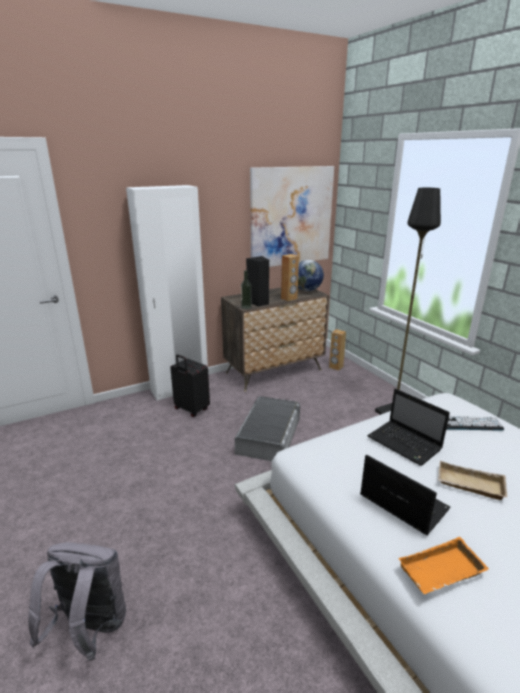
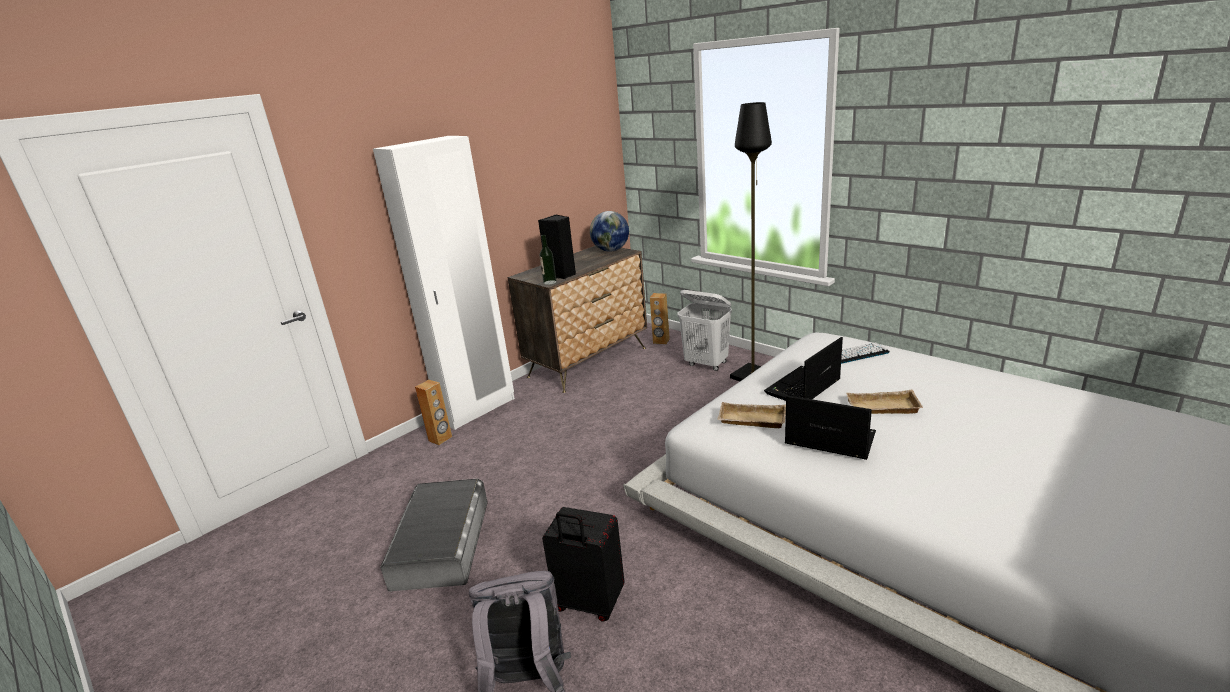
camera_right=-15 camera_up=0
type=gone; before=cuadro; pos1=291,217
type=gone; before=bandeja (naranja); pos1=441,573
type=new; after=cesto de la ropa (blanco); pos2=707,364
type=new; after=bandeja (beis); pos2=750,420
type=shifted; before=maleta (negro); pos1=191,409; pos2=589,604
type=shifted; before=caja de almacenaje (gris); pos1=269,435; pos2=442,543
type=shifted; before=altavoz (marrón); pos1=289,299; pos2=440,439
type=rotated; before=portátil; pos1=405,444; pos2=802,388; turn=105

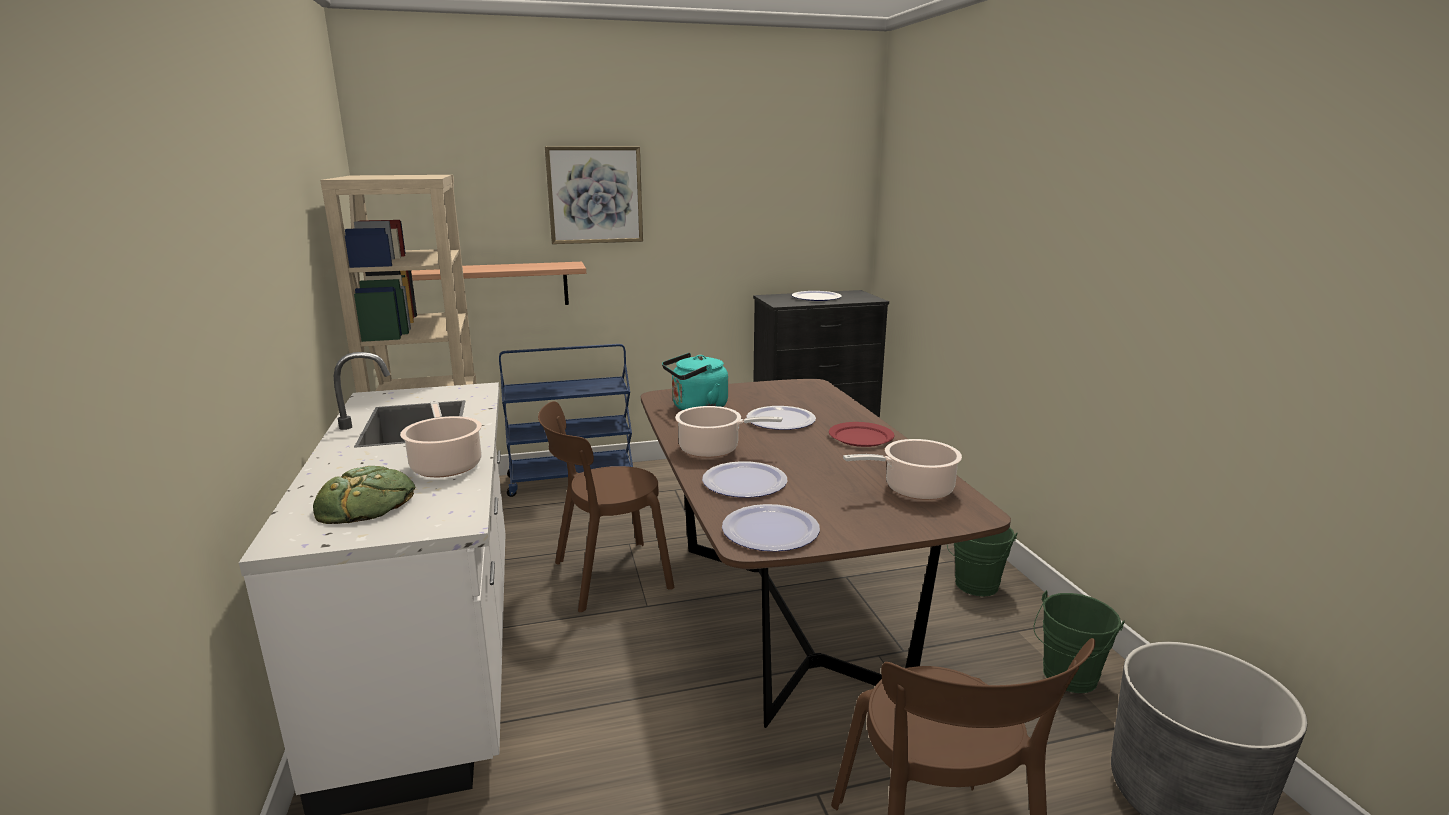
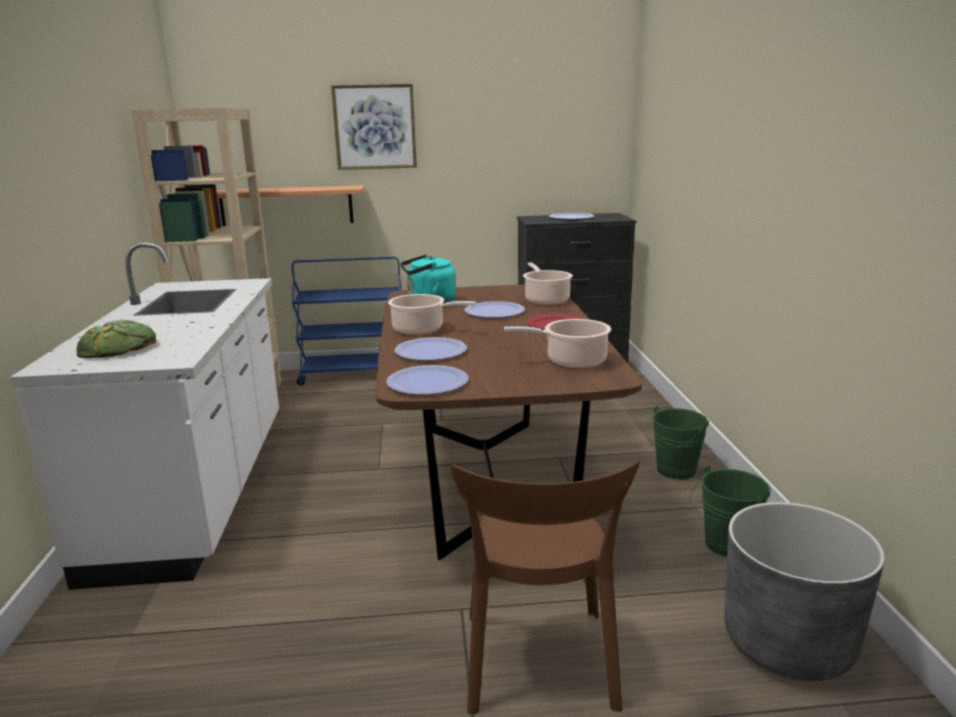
camera_right=10 camera_up=0
type=gone; before=silla (marrón); pos1=606,576
type=shifted; before=olla; pos1=446,465; pos2=546,300

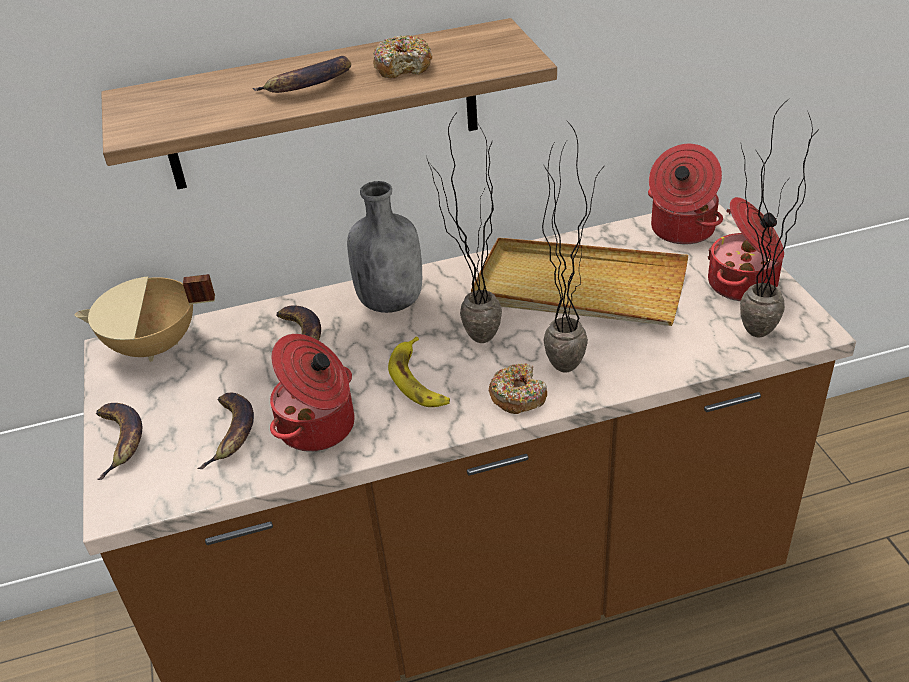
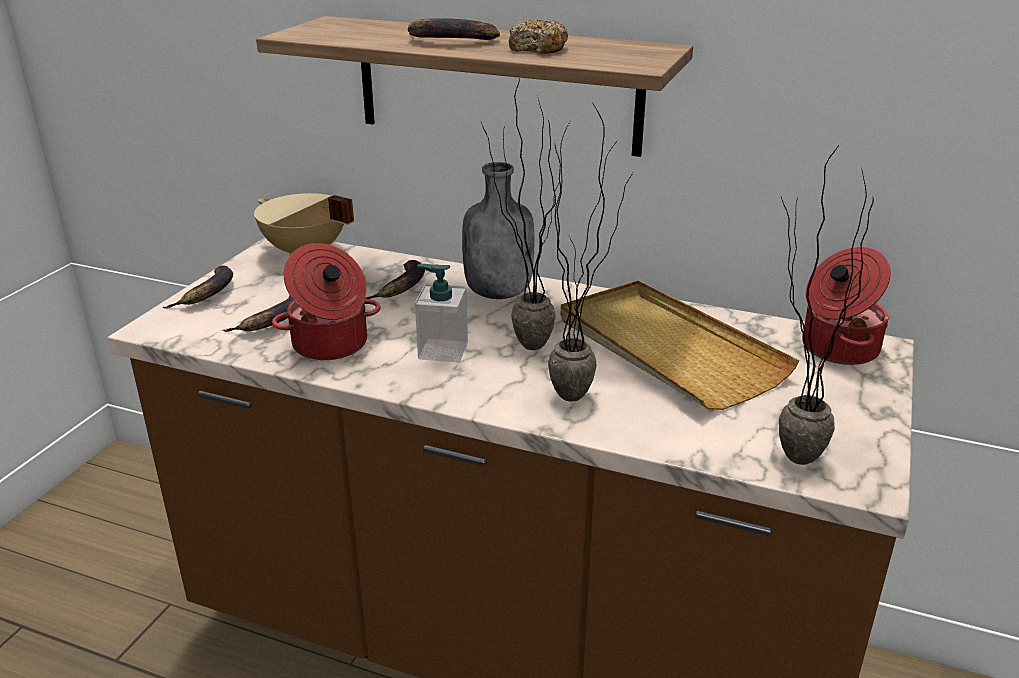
camera_right=35 camera_up=-10
type=gone; before=rosquilla; pos1=518,396
type=gone; before=olla; pos1=744,284
type=swapped; before=plátano; after=dispensador de jabón; pos1=419,380; pos2=442,350

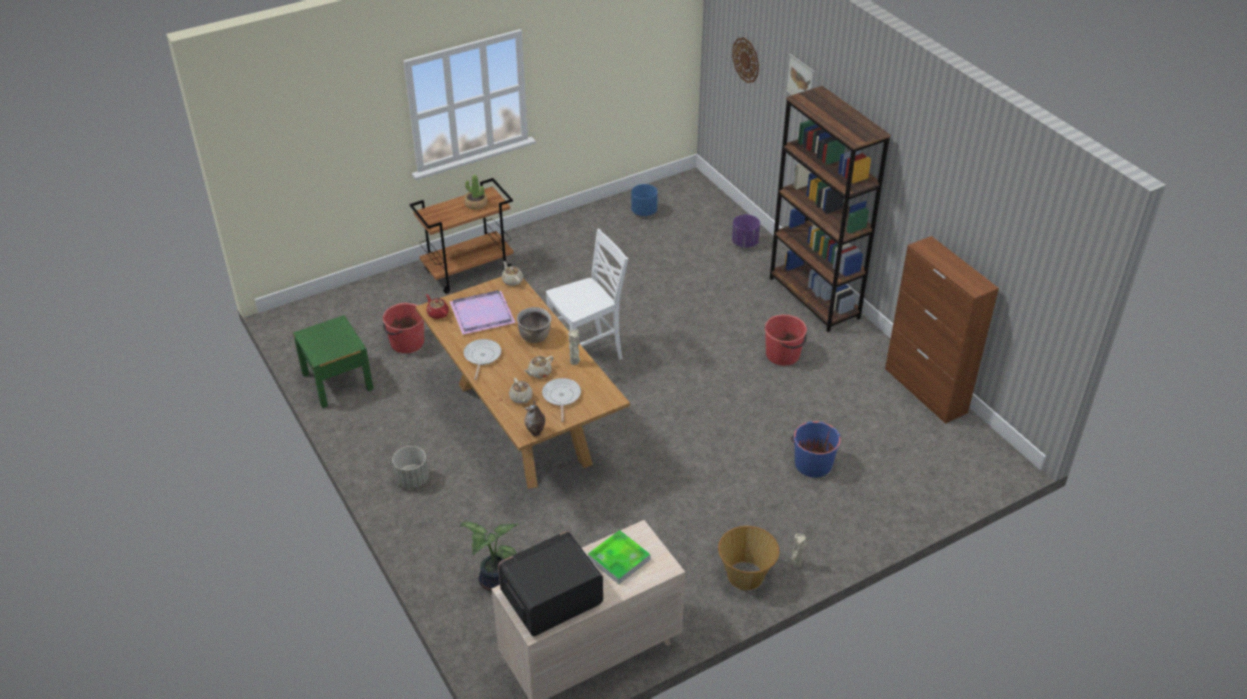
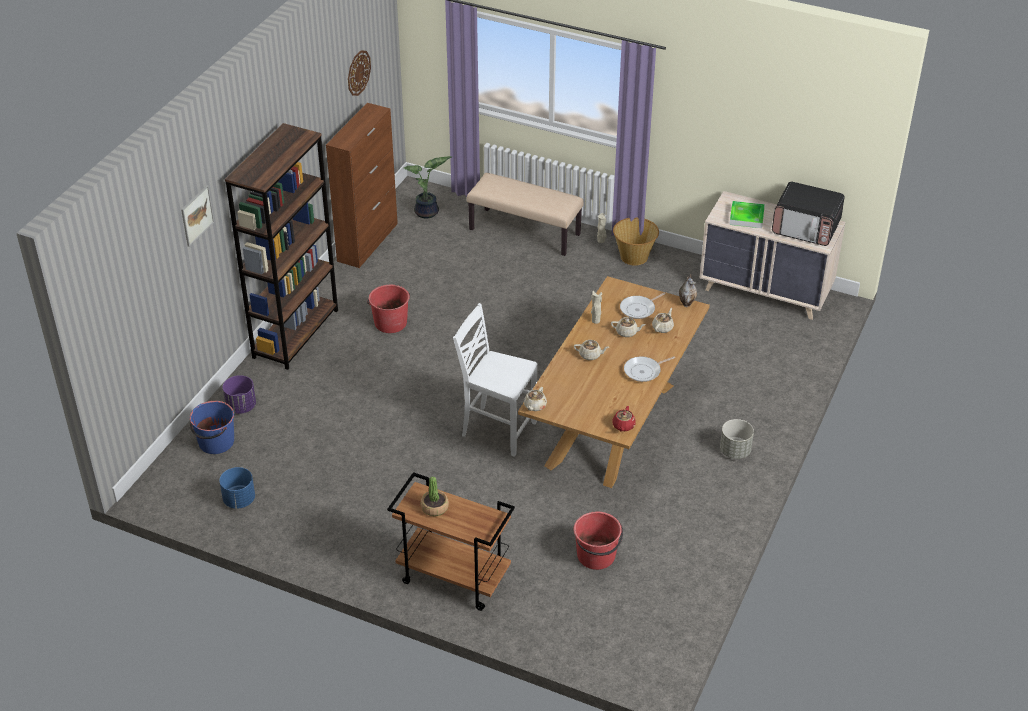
camera_right=-125 camera_up=0
type=gone; before=mesita de noche (verde); pos1=337,381
type=gone; before=bandeja (morado); pos1=483,313
type=new; after=banco (beis); pos2=525,232
type=shifted; before=planta en maceta; pos1=493,581; pos2=428,213
type=shifted; before=reloj de pared; pos1=746,60; pos2=358,72
type=shifted; before=cubo (azul); pos1=813,464; pos2=216,442
type=swapped; before=olla (marrón); after=tetera (beis); pos1=535,337; pos2=590,355

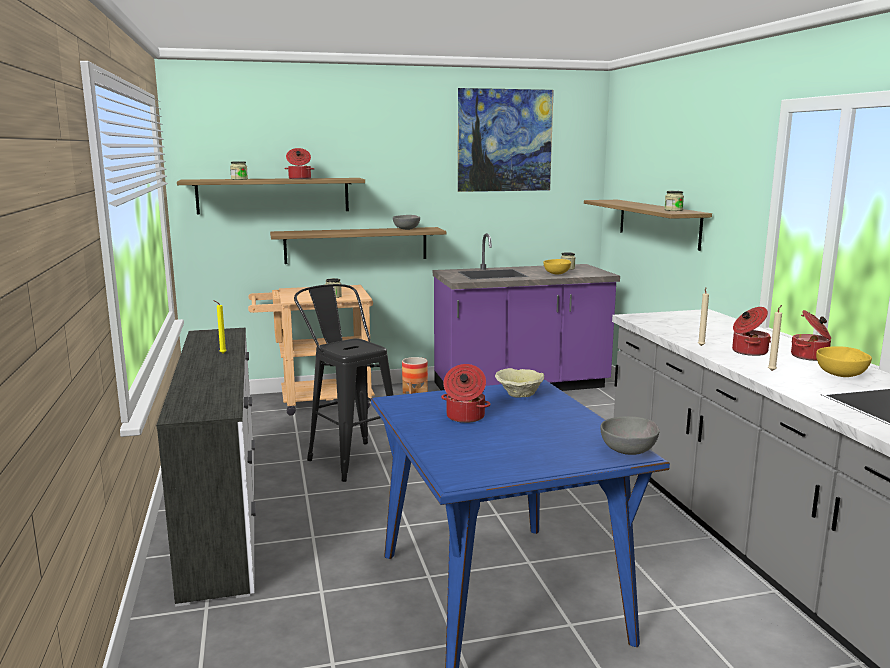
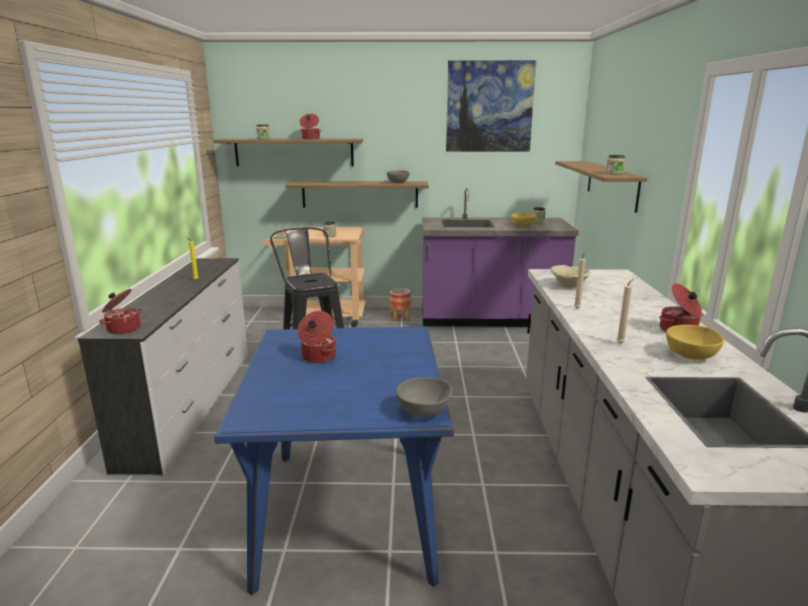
camera_right=15 camera_up=5
type=shifted; before=cuenco (beis); pos1=519,394; pos2=568,285
type=shifted; before=olla; pos1=748,351; pos2=123,329

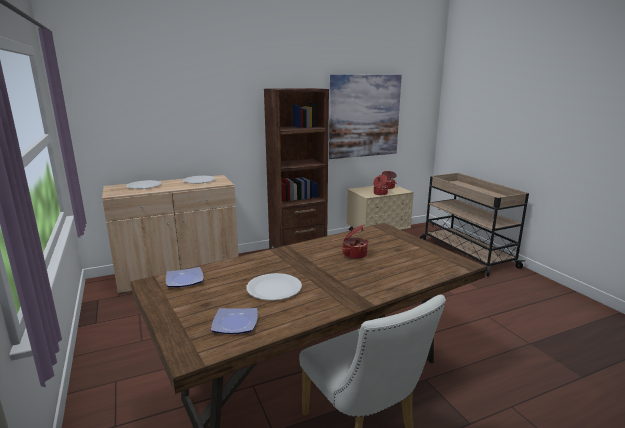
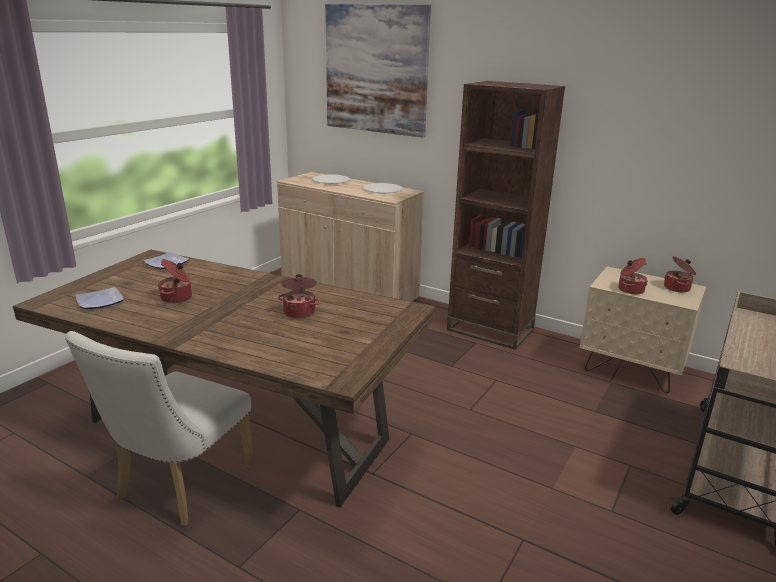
camera_right=55 camera_up=5
type=shifted; before=cuadro; pos1=364,116; pos2=376,70
type=swapped; before=plato (blanco); after=olla; pos1=274,288; pos2=177,298

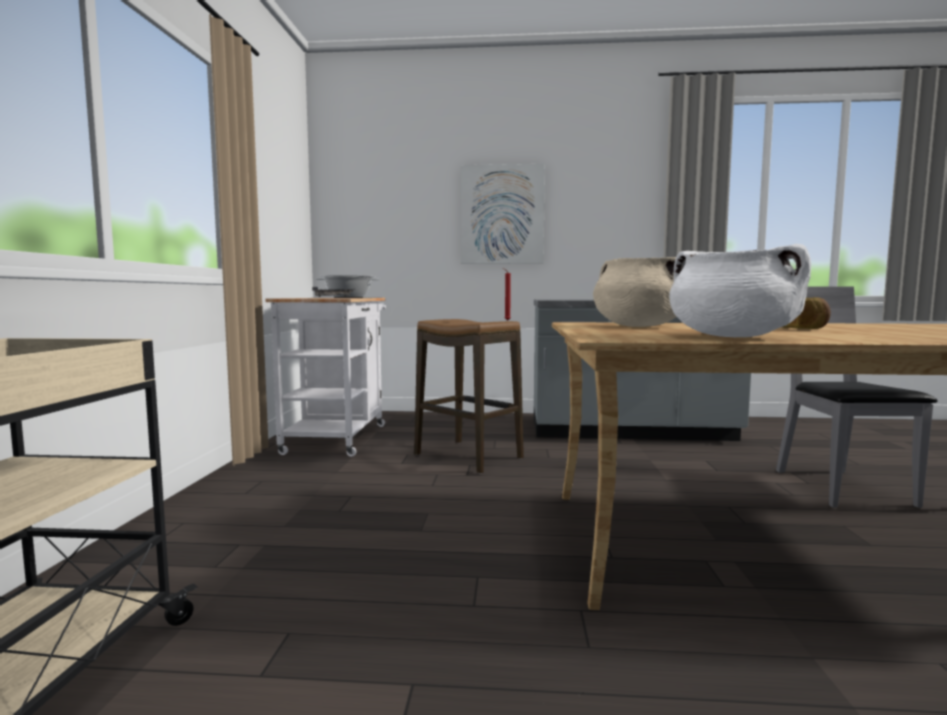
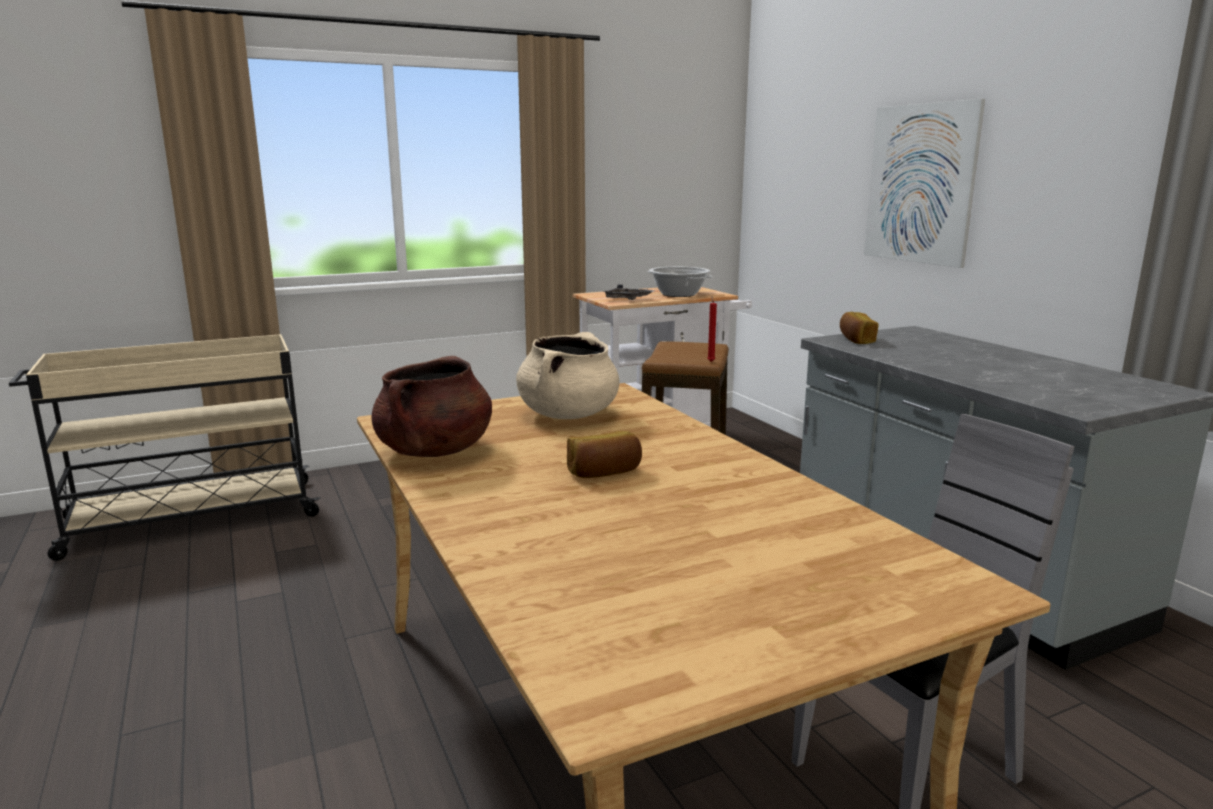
camera_right=60 camera_up=10
type=new; after=pan; pos2=856,340
type=repainted; before=olla (blanco); after=olla (marrón); pos1=732,337; pos2=435,451

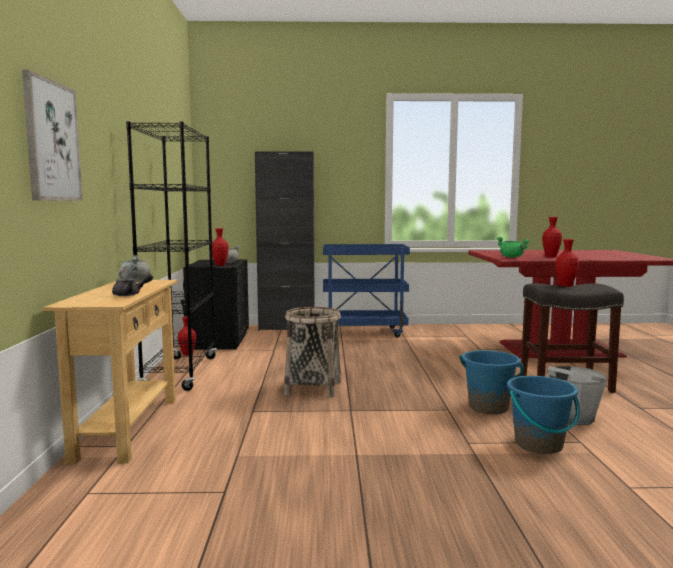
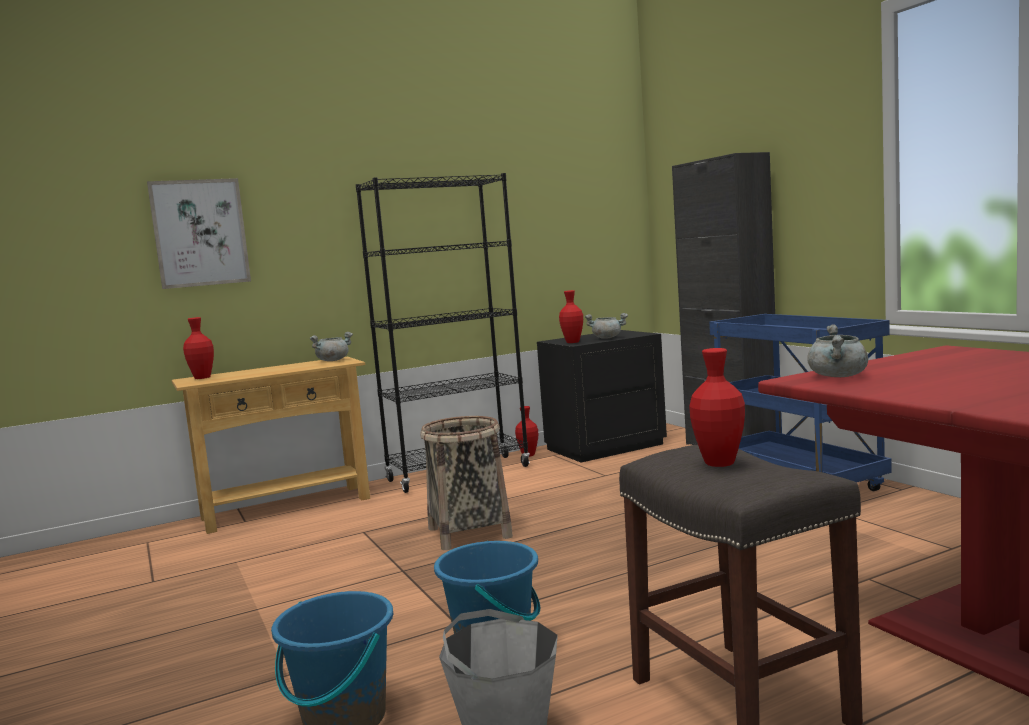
camera_right=65 camera_up=0
type=gone; before=tetera (gris); pos1=131,294
type=shifted; before=florero (rojo); pos1=551,256; pos2=202,378
type=repainted; before=olla (verde); after=olla (gris); pos1=512,257; pos2=838,376

